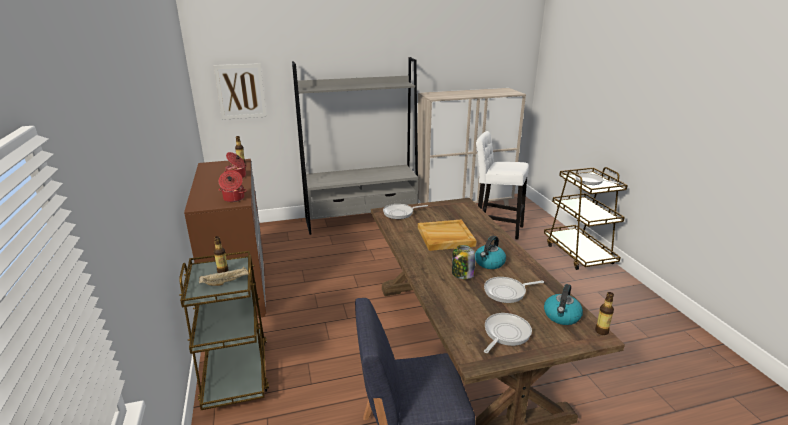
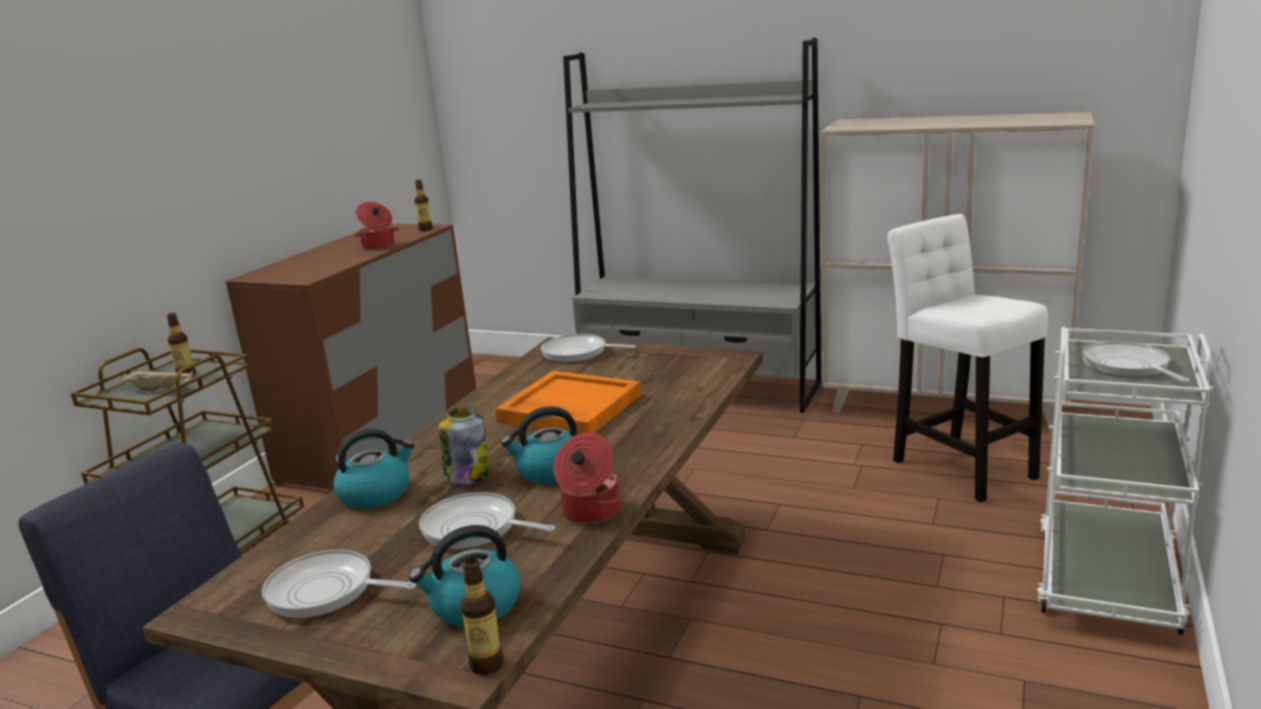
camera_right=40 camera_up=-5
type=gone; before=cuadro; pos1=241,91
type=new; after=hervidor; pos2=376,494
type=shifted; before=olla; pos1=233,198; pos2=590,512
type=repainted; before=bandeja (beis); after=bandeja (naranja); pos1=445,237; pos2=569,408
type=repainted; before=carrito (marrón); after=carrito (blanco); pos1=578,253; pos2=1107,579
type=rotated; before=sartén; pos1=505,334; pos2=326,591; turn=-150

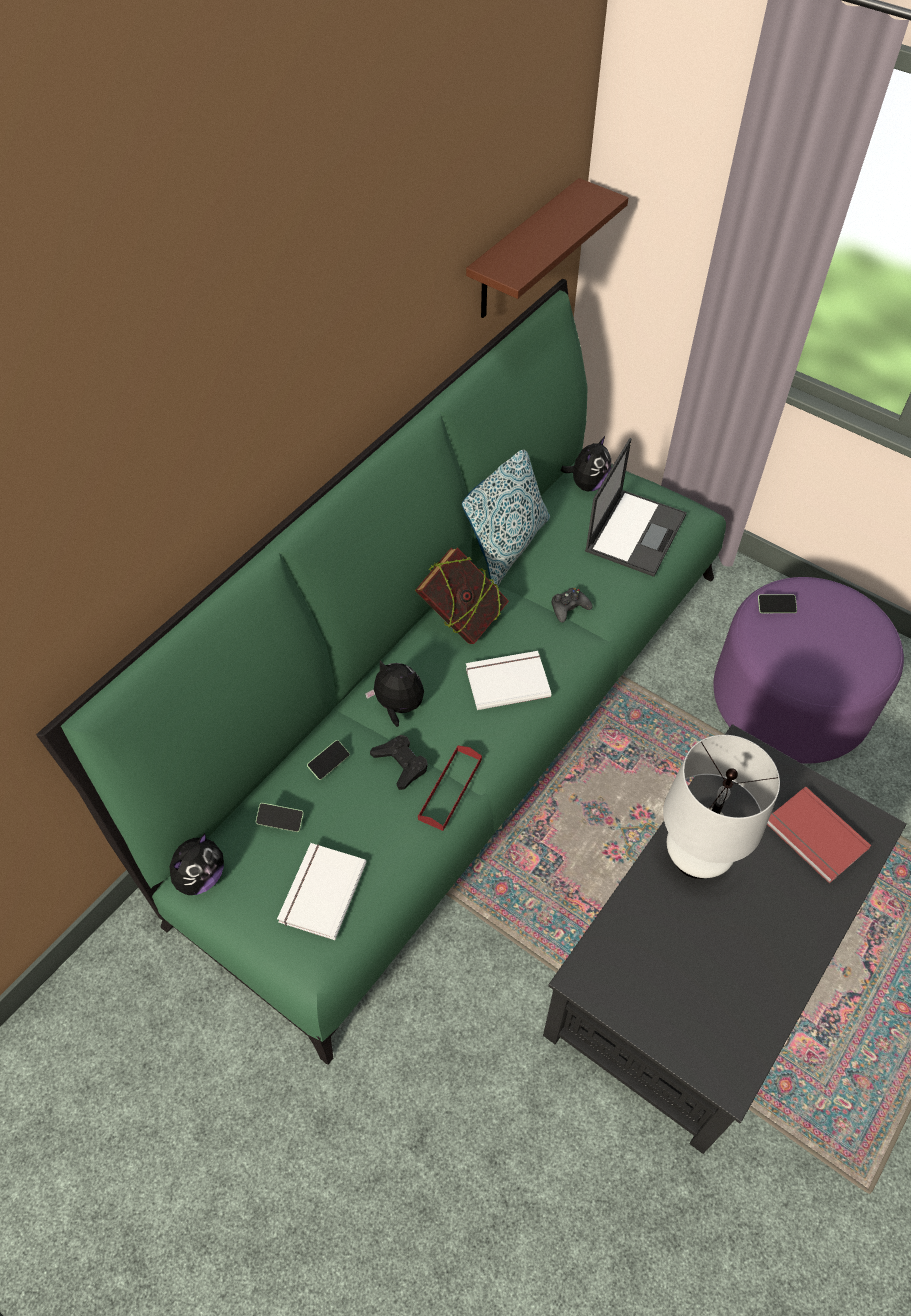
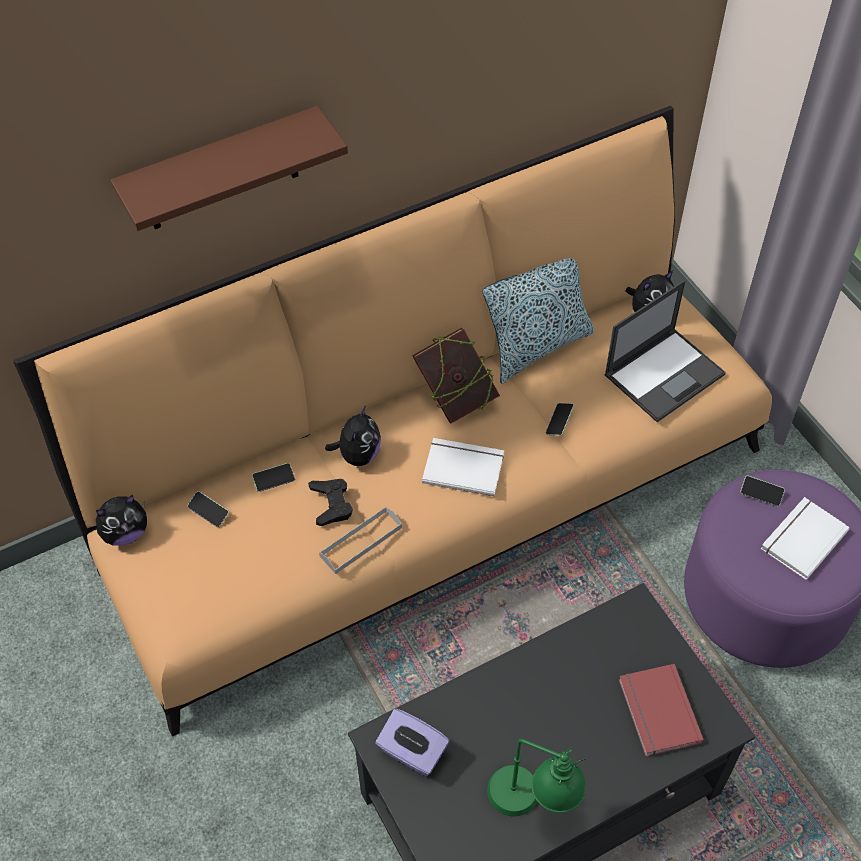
camera_right=25 camera_up=0
type=gone; before=lámpara de mesa (blanco); pos1=696,857
type=new; after=caja de pañuelos (morado); pos2=412,752
type=new; after=lámpara de mesa (verde); pos2=533,803
type=shifted; before=libro (blanco); pos1=320,892; pos2=801,539
type=shifted; before=estante (marrón); pos1=522,252; pos2=221,171
type=swapped; before=mando de consola (negro); after=móvil; pos1=569,608; pos2=559,422
type=repainted; before=sofá (verde); after=sofá (naranja); pos1=455,723; pos2=430,495
type=repainted; before=bandeja (rojo); after=bandeja (gris); pos1=450,789; pos2=361,542
type=rotated; before=peluche; pos1=398,707; pos2=358,455; turn=60

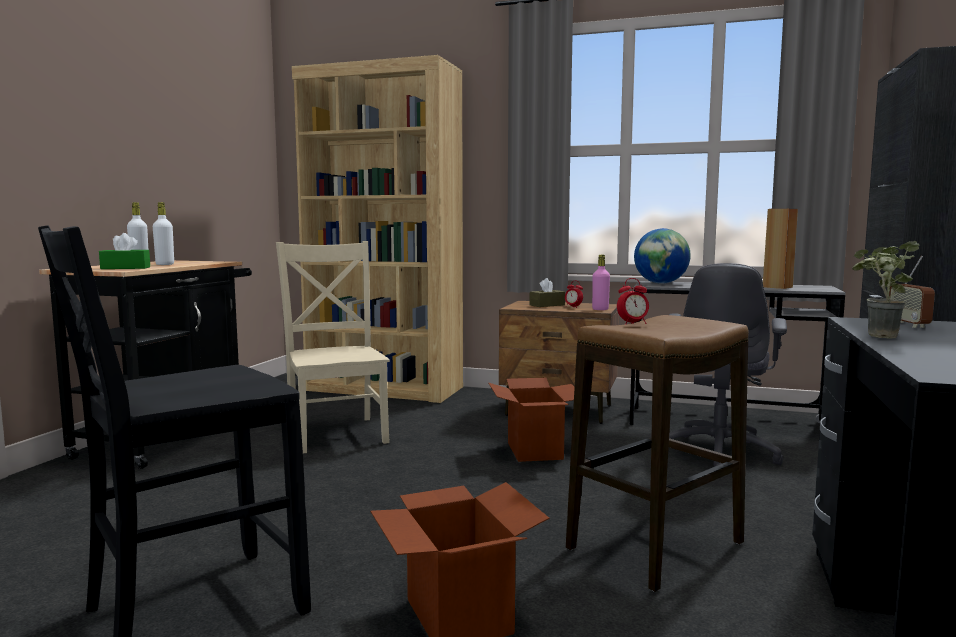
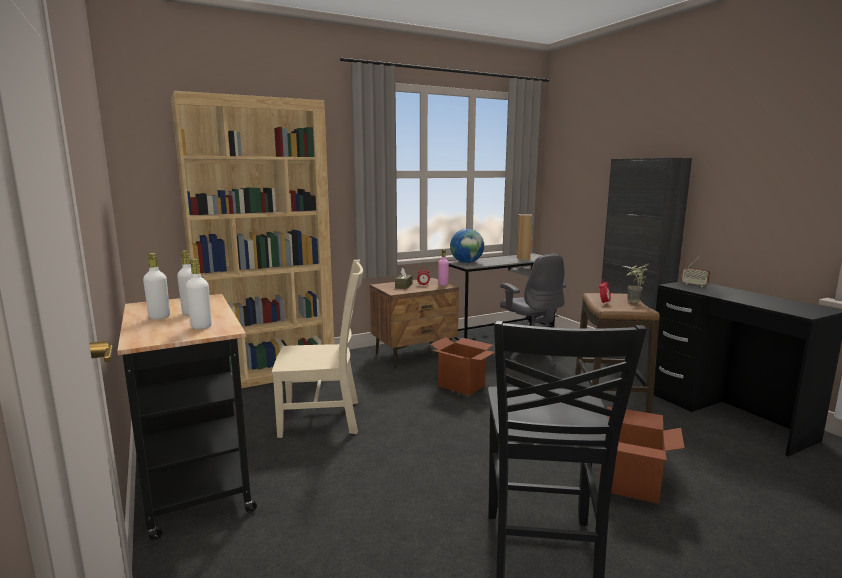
camera_right=-45 camera_up=5
type=shifted; before=planta en maceta; pos1=876,337; pos2=633,302
type=swapped; before=caja de pañuelos (verde); after=botella (blanco); pos1=125,268; pos2=201,326
type=rotated; before=silla (beis); pos1=337,432; pos2=324,418; turn=150

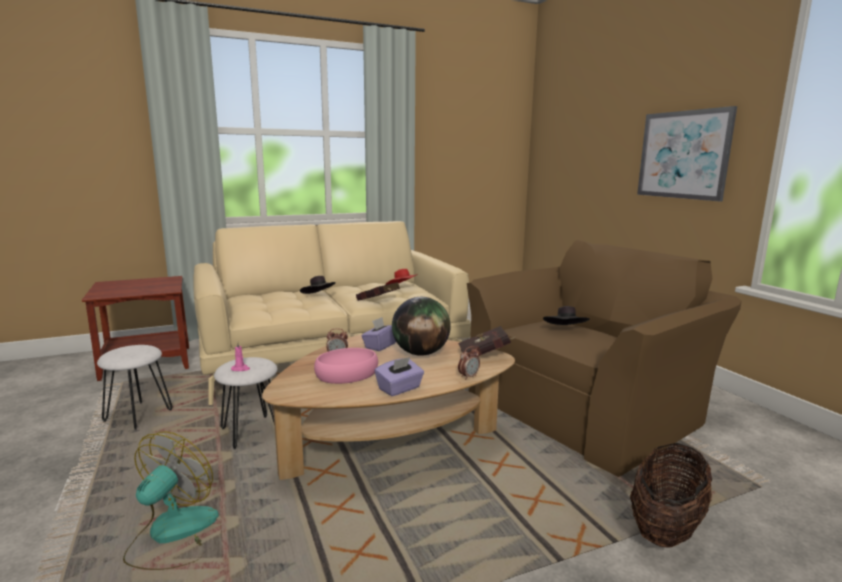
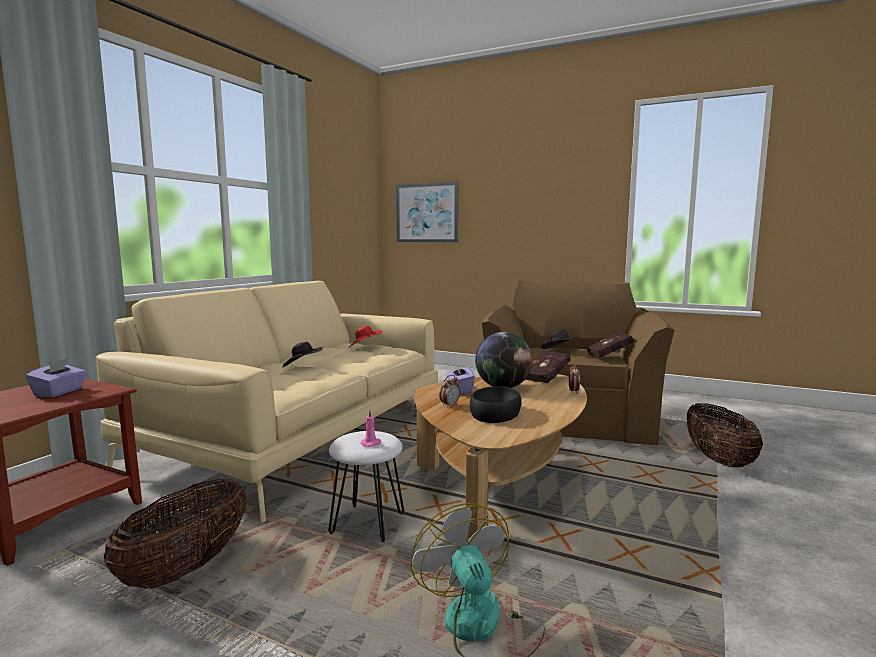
camera_right=-40 camera_up=-5
type=shifted; before=libro (rojo); pos1=379,302; pos2=611,356
type=shifted; before=caja de pañuelos (morado); pos1=399,389; pos2=59,392
type=shifted; before=cuadro; pos1=683,155; pos2=427,213
type=swapped; before=taburete (blanco); after=cesta; pos1=139,416; pos2=186,568
type=repainted; before=cuenco (rosa); after=cuenco (negro); pos1=346,374; pos2=496,413

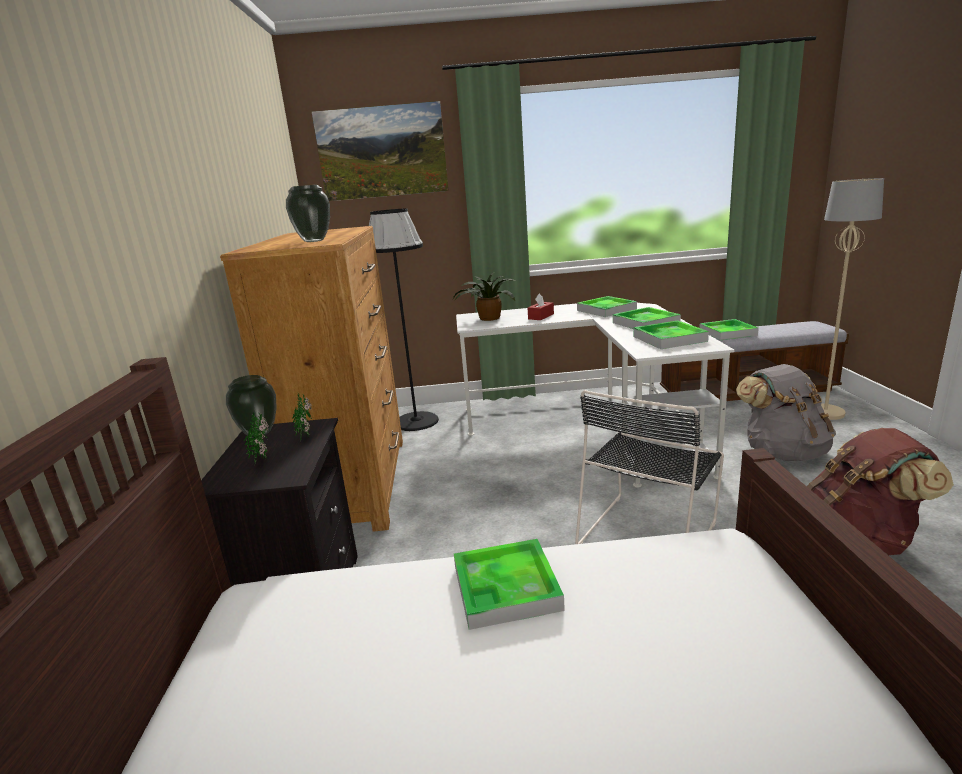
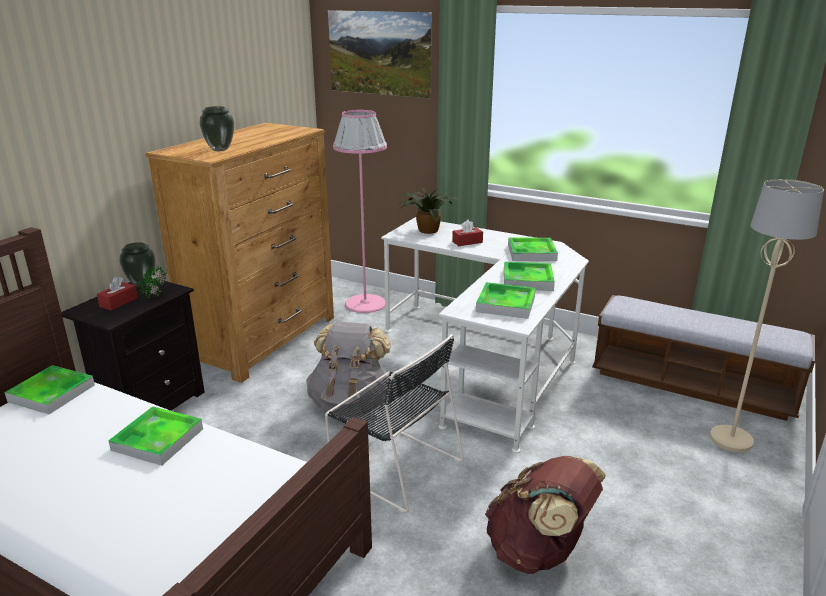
camera_right=30 camera_up=5
type=shifted; before=bandeja; pos1=727,333; pos2=52,393
type=shifted; before=mochila (gris); pos1=782,452; pos2=350,404
type=swapped; before=planta en maceta; after=caja de pañuelos (rojo); pos1=262,457; pos2=118,302
type=repainted; before=lámpara de pie (negro); after=lámpara de pie (rosa); pos1=416,421; pos2=365,303
type=rotated; before=silla (negro); pos1=649,531; pos2=394,465; turn=-120

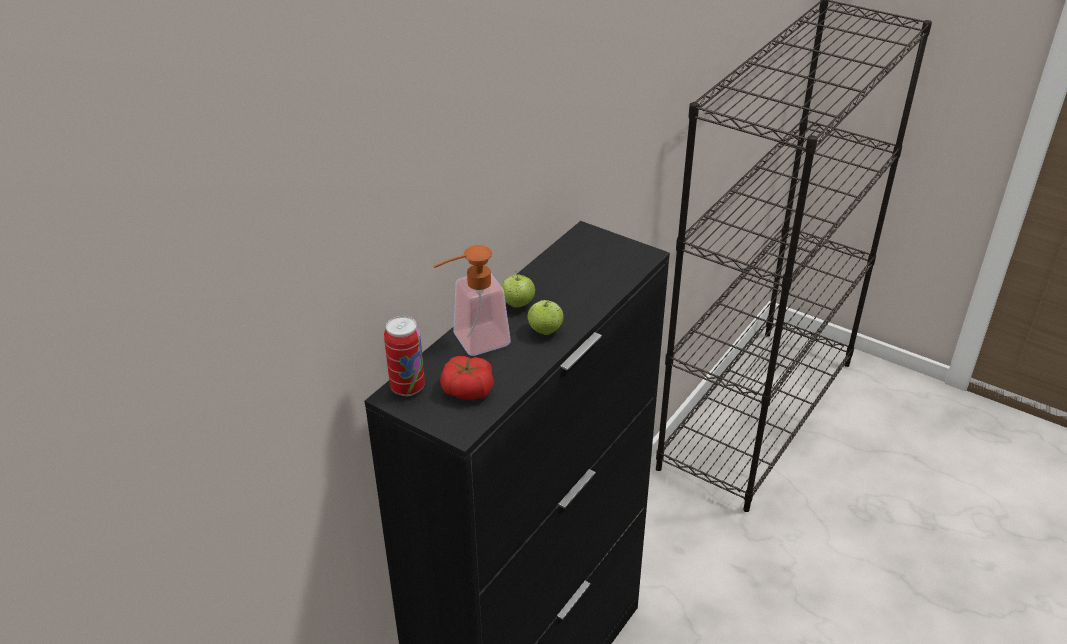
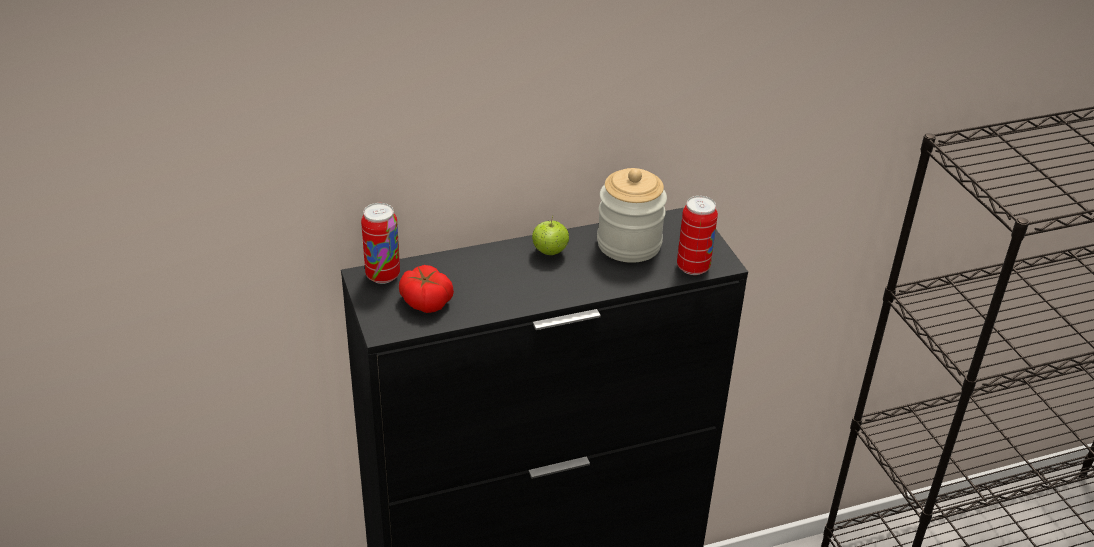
camera_right=35 camera_up=0
type=gone; before=dispensador de jabón; pos1=472,342
type=gone; before=manzana; pos1=545,330
type=new; after=tarro; pos2=629,244
type=new; after=lata; pos2=693,267

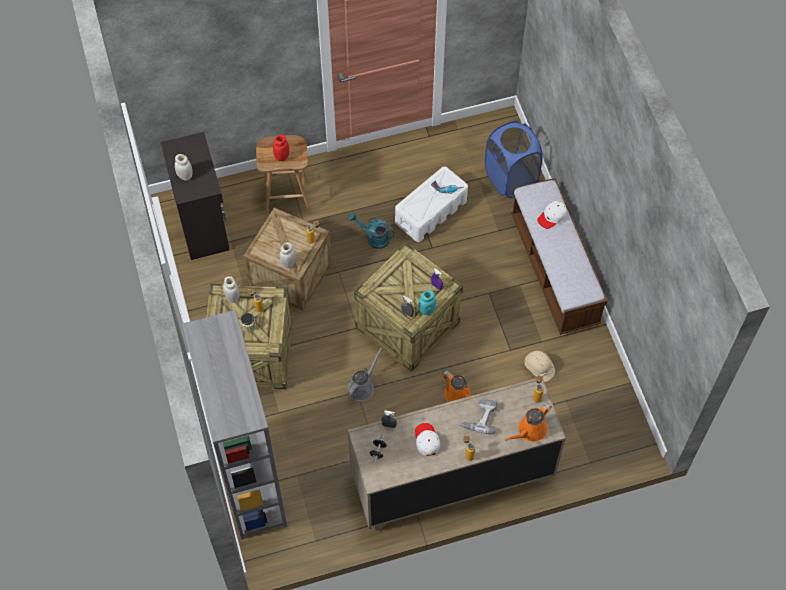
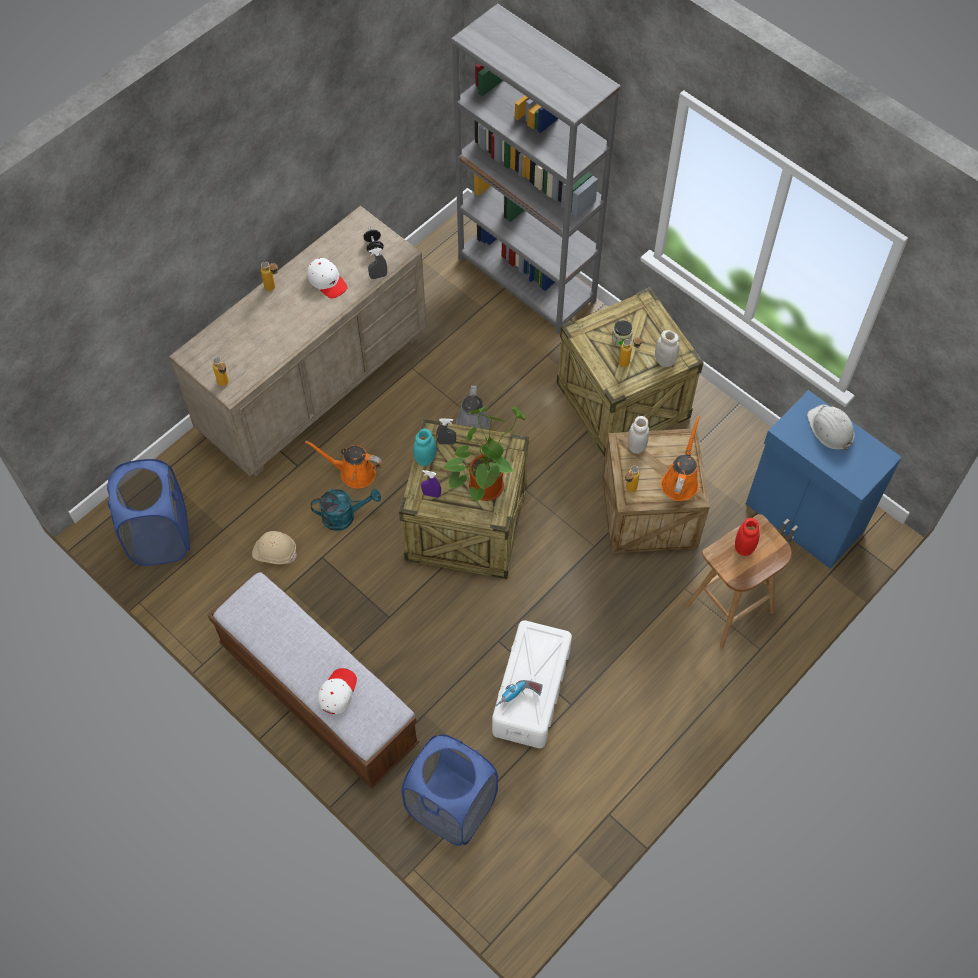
camera_right=150 camera_up=0
type=gone; before=taladro; pos1=479,417
type=new; after=cesto de la ropa (azul); pos2=160,536
type=new; after=planta en maceta; pos2=485,483
type=shifted; before=regadera (turquesa); pos1=373,238; pos2=344,516
type=shifted; before=regadera (naranja); pos1=530,431; pos2=680,480
type=swapped; before=tarro (blanco); after=casco (blanco); pos1=185,176; pos2=830,429
type=repainted; before=armario (negro); after=armario (azul); pos1=203,224; pos2=804,519

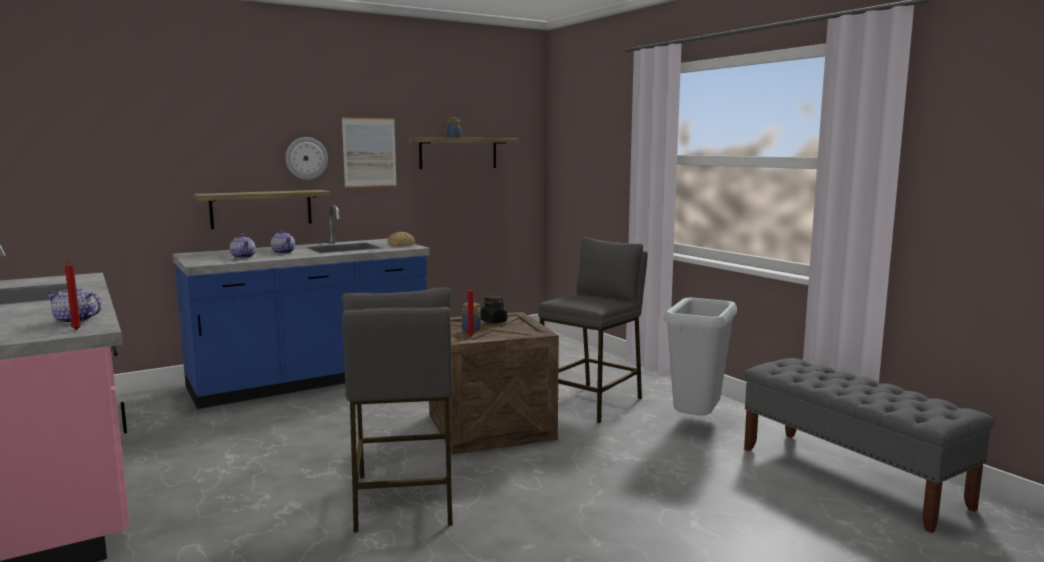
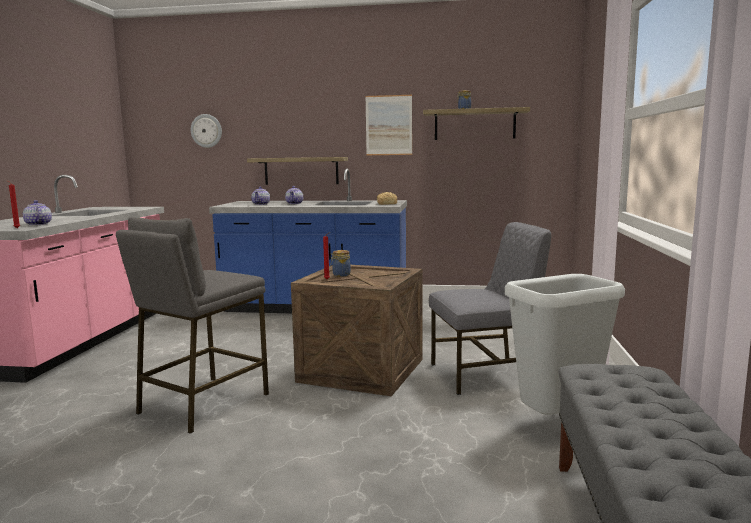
camera_right=40 camera_up=0
type=gone; before=tarro (negro); pos1=493,321
type=shifted; before=reloj de pared; pos1=306,158; pos2=206,131
type=swapped; before=taburete (gris); after=silla (gris); pos1=593,402; pos2=486,374

